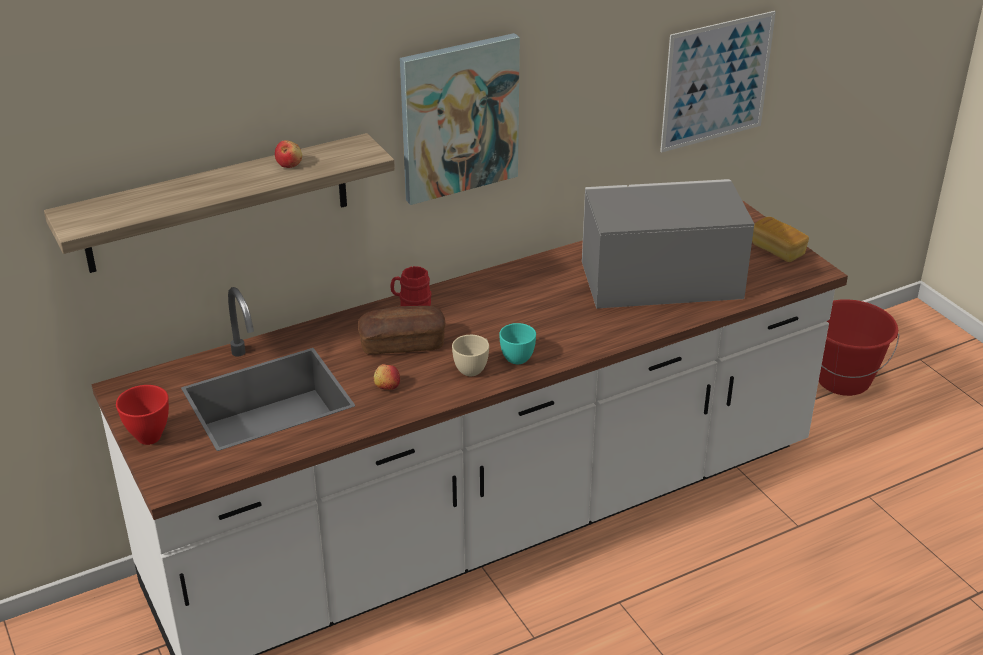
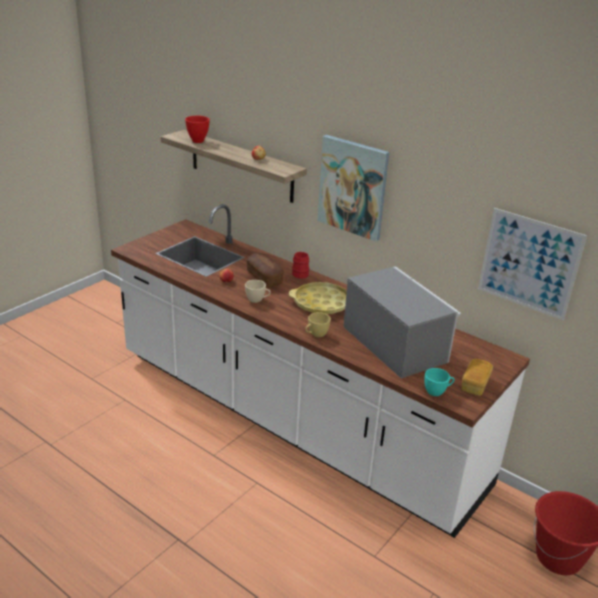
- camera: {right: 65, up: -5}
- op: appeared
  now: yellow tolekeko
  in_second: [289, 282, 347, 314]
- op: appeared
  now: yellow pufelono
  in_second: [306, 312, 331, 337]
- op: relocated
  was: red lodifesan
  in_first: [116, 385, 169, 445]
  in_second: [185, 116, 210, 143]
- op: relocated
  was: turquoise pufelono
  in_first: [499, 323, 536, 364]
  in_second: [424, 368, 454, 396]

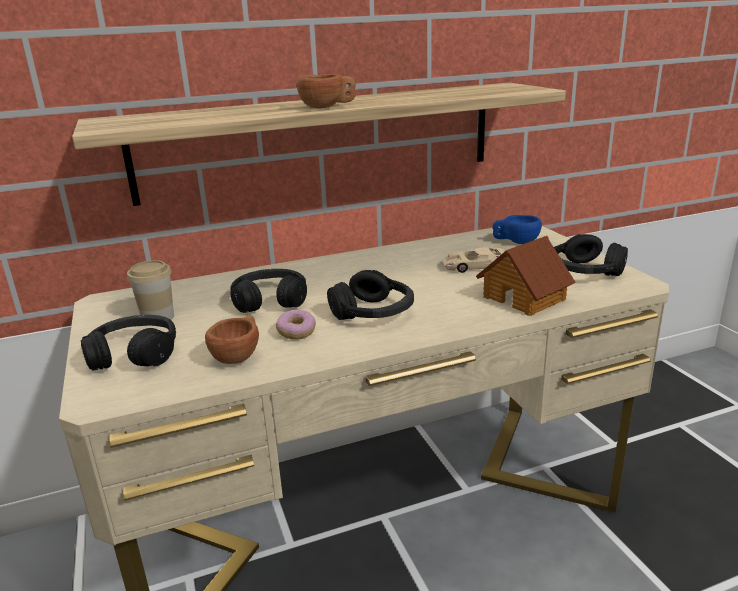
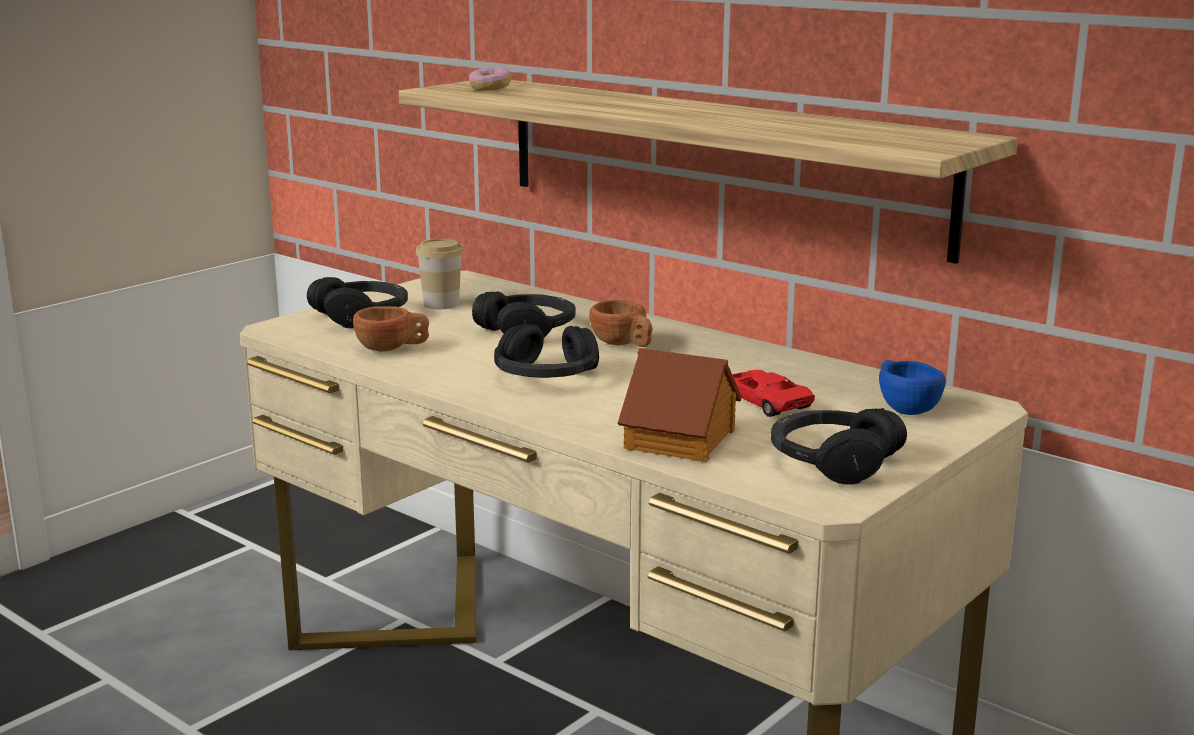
- camera: {right: 60, up: -5}
- op: relocated
  was: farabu
  in_first: [276, 310, 316, 340]
  in_second: [469, 67, 511, 91]
- op: relocated
  was: brown pufelono
  in_first: [296, 74, 356, 108]
  in_second: [589, 300, 652, 347]
- op: colour
  was: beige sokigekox
  now: red sokigekox
  in_first: [443, 247, 508, 273]
  in_second: [732, 370, 815, 417]

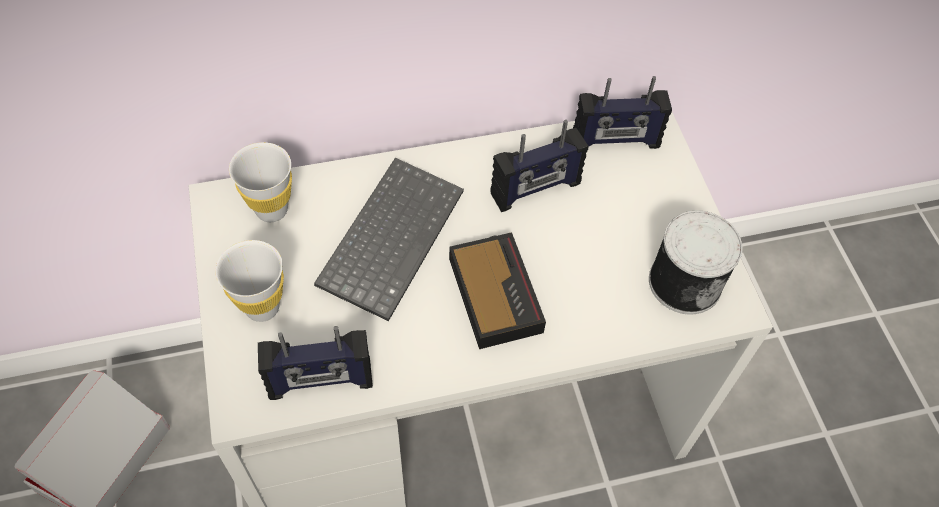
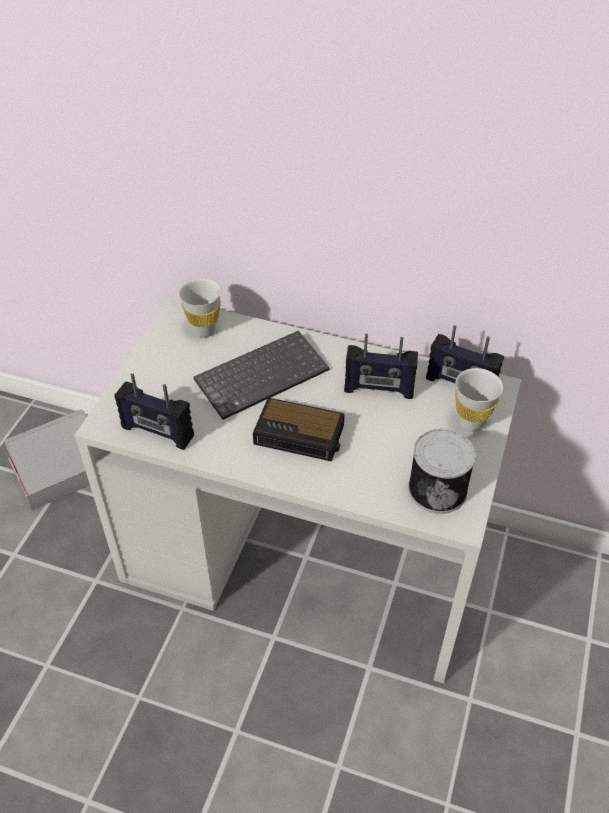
- camera: {right: 35, up: -10}
- op: relocated
  was: white pufelono
  in_first: [215, 240, 284, 322]
  in_second: [455, 368, 503, 432]
- op: spun
  was: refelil
  in_first: [449, 232, 546, 349]
  in_second: [253, 398, 345, 462]
  clockwise: 90

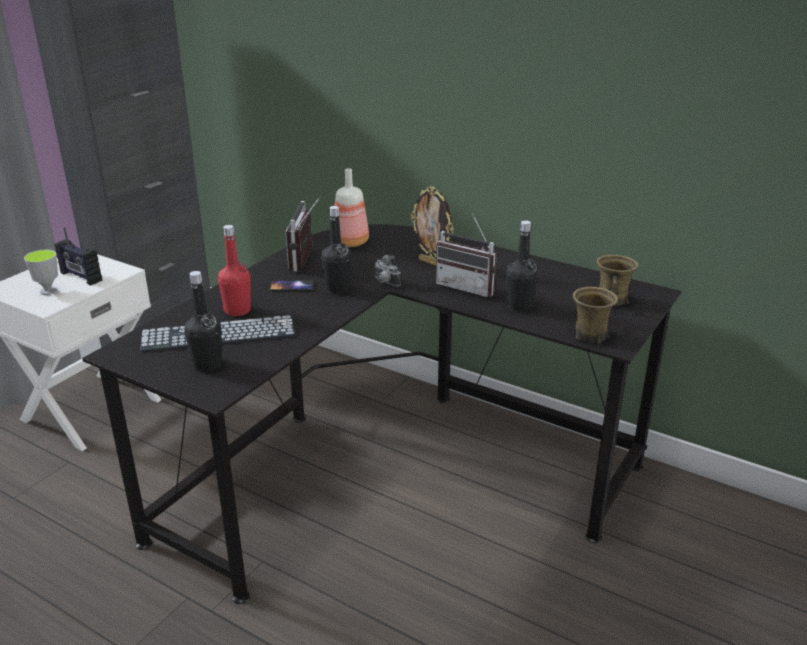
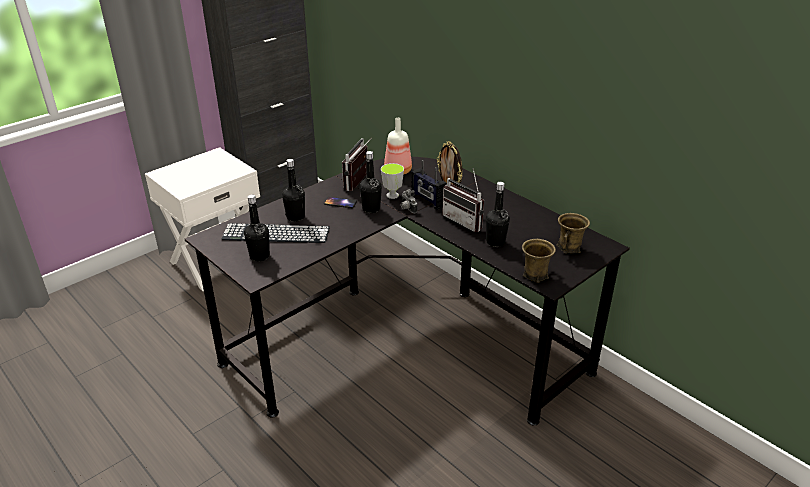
- camera: {right: 15, up: 5}
- op: relocated
  was: pufelono
  in_first: [24, 250, 58, 295]
  in_second: [381, 163, 404, 199]
- op: relocated
  was: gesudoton
  in_first: [54, 227, 102, 285]
  in_second: [411, 160, 447, 210]
- op: colour
  was: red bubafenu
  now: black bubafenu
  in_first: [218, 225, 251, 316]
  in_second: [282, 159, 305, 222]

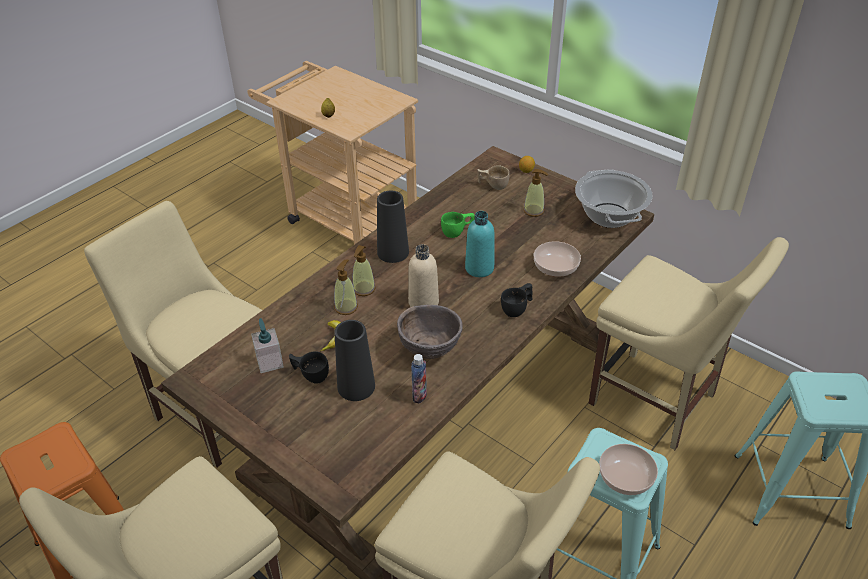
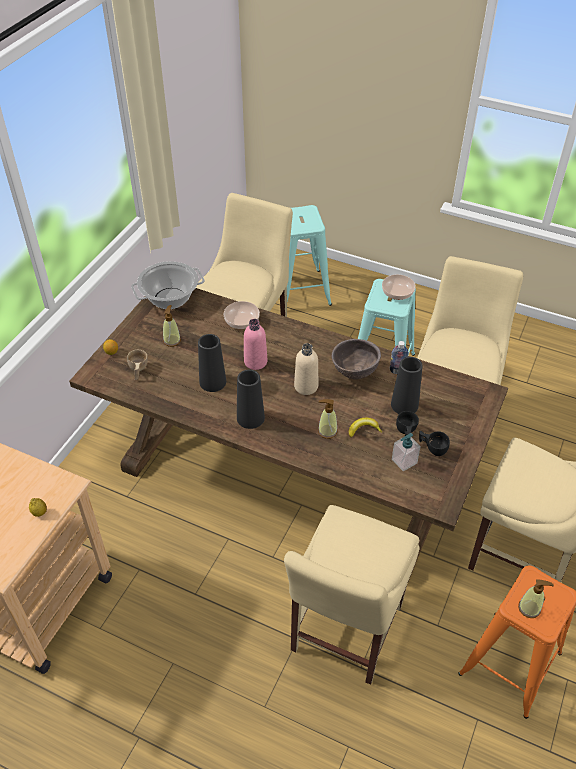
- camera: {right: -105, up: 5}
- op: relocated
  was: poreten
  in_first: [353, 245, 376, 296]
  in_second: [518, 579, 554, 618]
- op: relocated
  was: black pufelono
  in_first: [501, 283, 533, 317]
  in_second: [419, 431, 450, 456]
- op: exchanged
  was: green pufelono
  now: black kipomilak
  in_first: [441, 212, 475, 238]
  in_second: [198, 334, 226, 392]
- op: colour
  was: turquoise bubafenu
  now: pink bubafenu
  in_first: [465, 211, 495, 277]
  in_second: [244, 319, 267, 370]

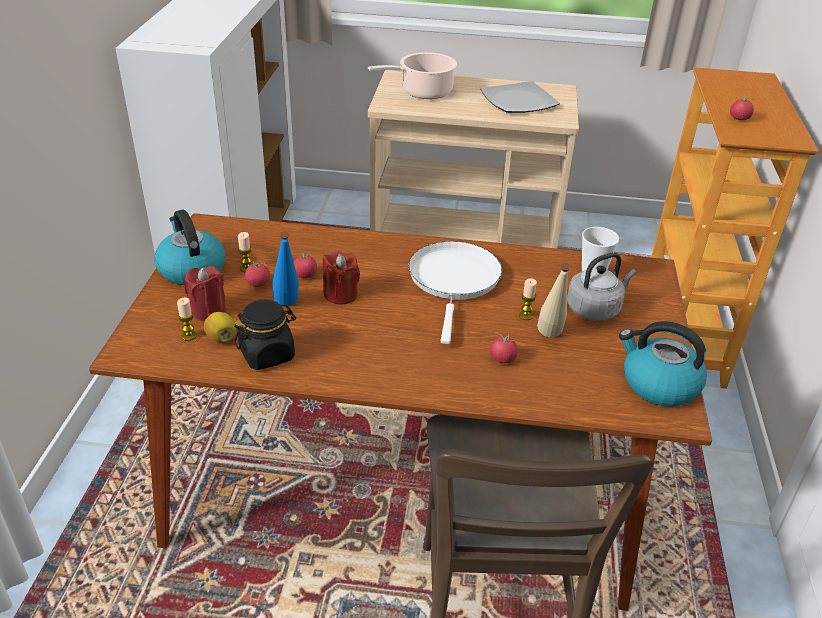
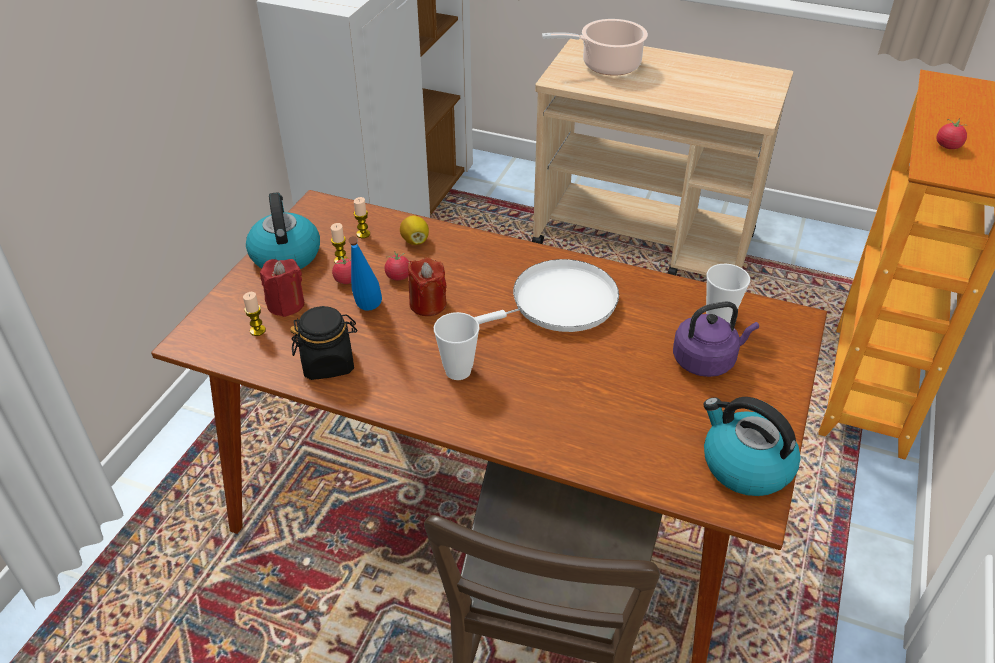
- camera: {right: 15, up: 5}
- op: missing
  was: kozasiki
  in_first: [480, 81, 560, 113]
- op: missing
  was: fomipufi
  in_first: [490, 333, 518, 363]
- op: missing
  was: beige bubafenu
  in_first: [537, 263, 570, 338]
- op: appeared
  now: pufelono
  in_second: [434, 312, 480, 380]
- op: relocated
  was: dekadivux
  in_first: [204, 312, 236, 343]
  in_second: [400, 216, 429, 245]
- op: relocated
  was: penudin
  in_first: [519, 278, 537, 320]
  in_second: [354, 197, 370, 238]
- op: colour
  was: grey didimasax
  now: purple didimasax
  in_first: [567, 252, 636, 321]
  in_second: [673, 301, 759, 377]
- op: spun
  was: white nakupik
  in_first: [409, 241, 502, 344]
  in_second: [474, 259, 619, 332]
  clockwise: 45

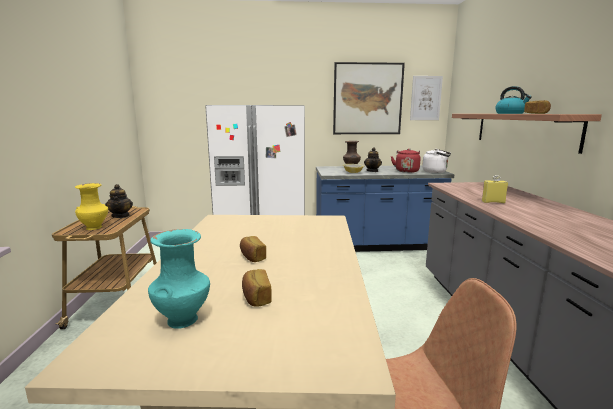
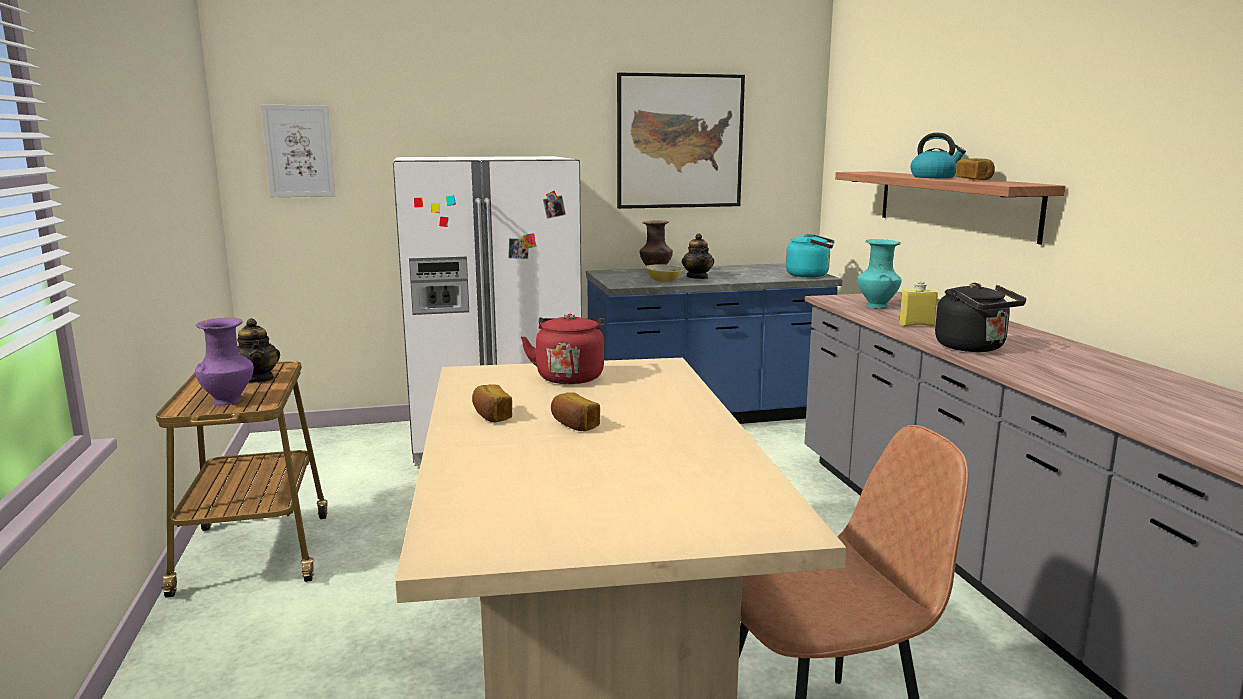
- camera: {right: -10, up: 0}
- op: appeared
  now: black didimasax
  in_second: [935, 283, 1026, 352]
- op: relocated
  was: turquoise kipomilak
  in_first: [148, 229, 210, 329]
  in_second: [857, 239, 902, 309]
- op: relocated
  was: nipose
  in_first: [242, 269, 272, 307]
  in_second: [472, 384, 512, 422]
- op: relocated
  was: red didimasax
  in_first: [391, 149, 421, 173]
  in_second: [521, 314, 604, 384]
- op: relocated
  was: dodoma
  in_first: [410, 76, 443, 120]
  in_second: [261, 105, 336, 197]
- op: colour
  was: yellow kipomilak
  now: purple kipomilak
  in_first: [75, 183, 108, 230]
  in_second: [195, 318, 254, 406]
- op: colour
  was: white didimasax
  now: turquoise didimasax
  in_first: [422, 149, 451, 173]
  in_second: [786, 233, 835, 277]

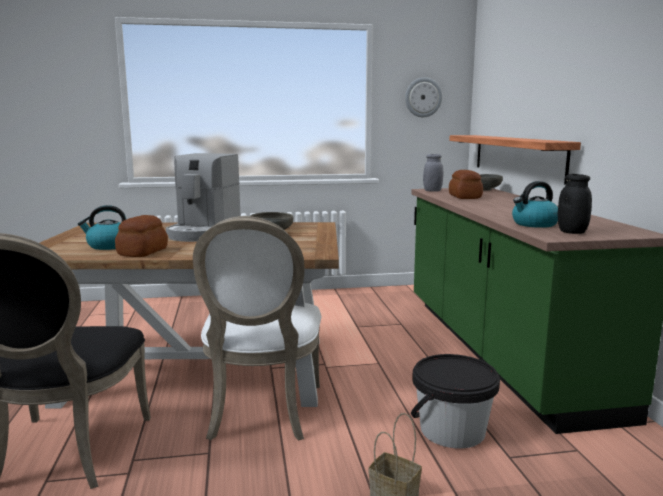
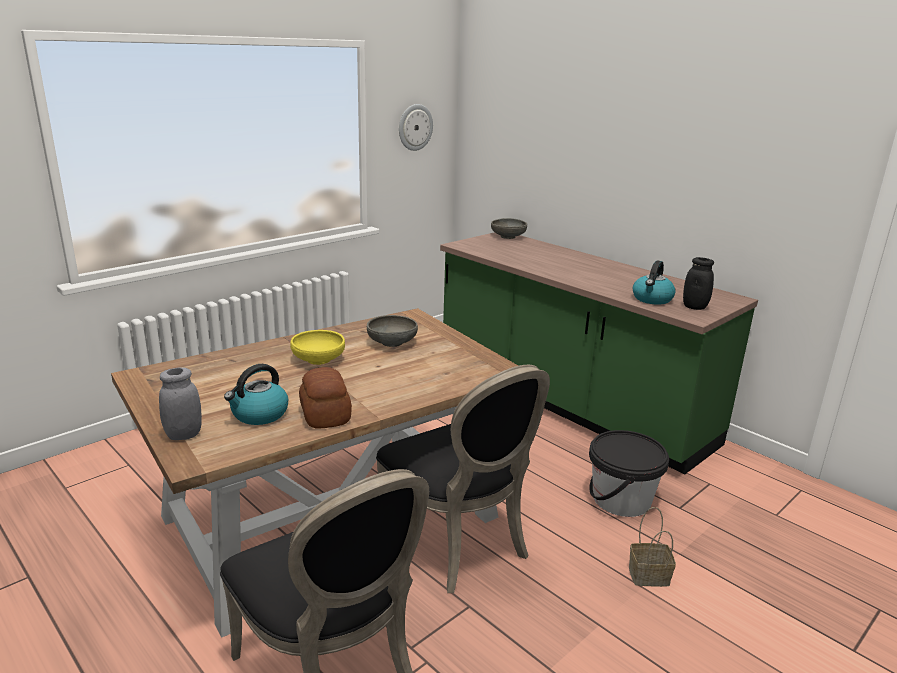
- camera: {right: -35, up: 10}
- op: missing
  was: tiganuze
  in_first: [449, 135, 581, 185]
- op: missing
  was: nipose
  in_first: [449, 170, 483, 199]
- op: relocated
  was: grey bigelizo
  in_first: [423, 154, 443, 192]
  in_second: [159, 367, 202, 440]
- op: exchanged
  was: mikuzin
  now: yellow lodifesan
  in_first: [166, 153, 240, 242]
  in_second: [290, 330, 345, 365]
- op: colour
  was: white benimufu
  now: black benimufu
  in_first: [193, 216, 322, 441]
  in_second: [376, 365, 550, 593]

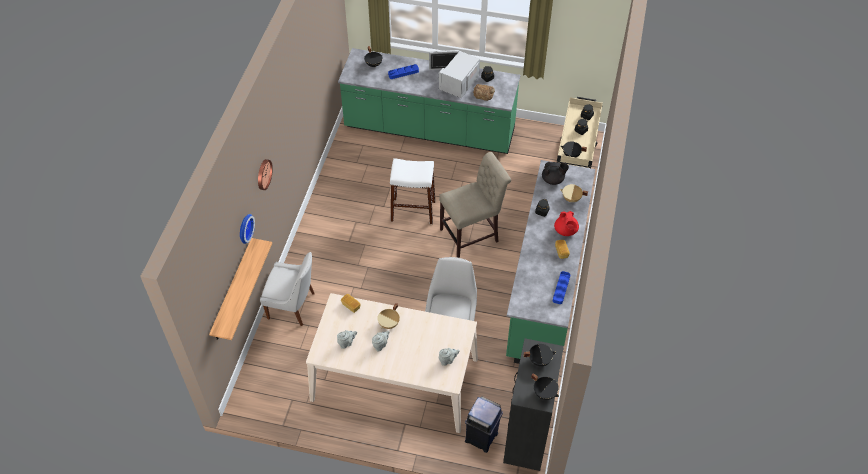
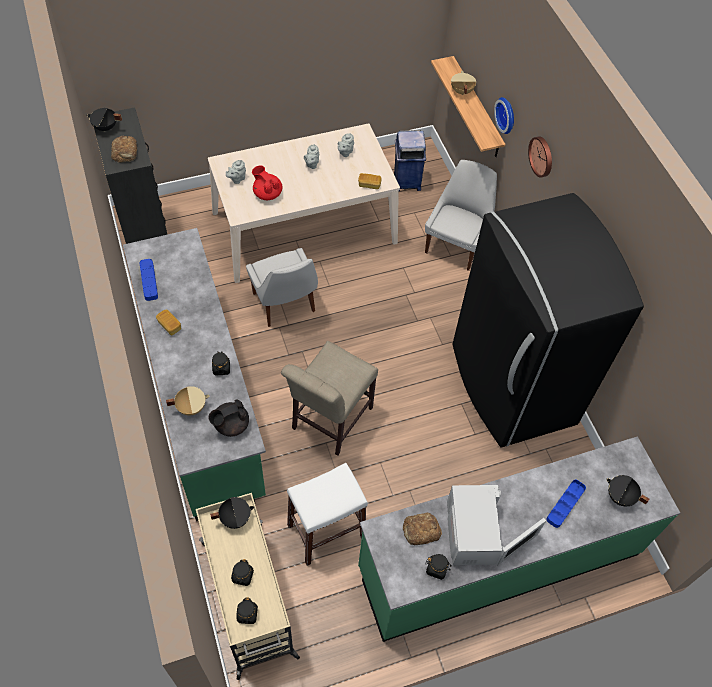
- camera: {right: 145, up: 5}
- op: appeared
  now: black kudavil
  in_second: [453, 193, 644, 447]
- op: relocated
  was: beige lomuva
  in_first: [377, 303, 400, 329]
  in_second: [451, 71, 476, 96]
- op: relocated
  was: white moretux
  in_first: [390, 158, 435, 224]
  in_second: [287, 463, 368, 566]
- op: relocated
  was: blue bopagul
  in_first: [465, 396, 503, 453]
  in_second: [394, 130, 426, 191]
- op: relocated
  was: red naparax
  in_first: [554, 211, 579, 236]
  in_second: [252, 165, 283, 200]
- op: exchanged
  was: black lomuva
  now: nipose
  in_first: [523, 344, 556, 366]
  in_second: [111, 136, 137, 163]
- op: spun
  was: white benimufu
  in_first: [260, 252, 315, 326]
  in_second: [425, 160, 497, 271]
  clockwise: 135

